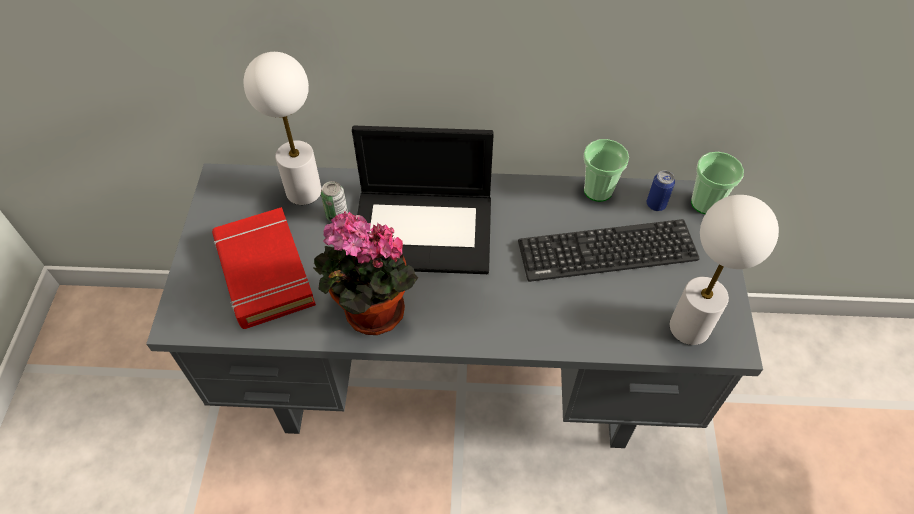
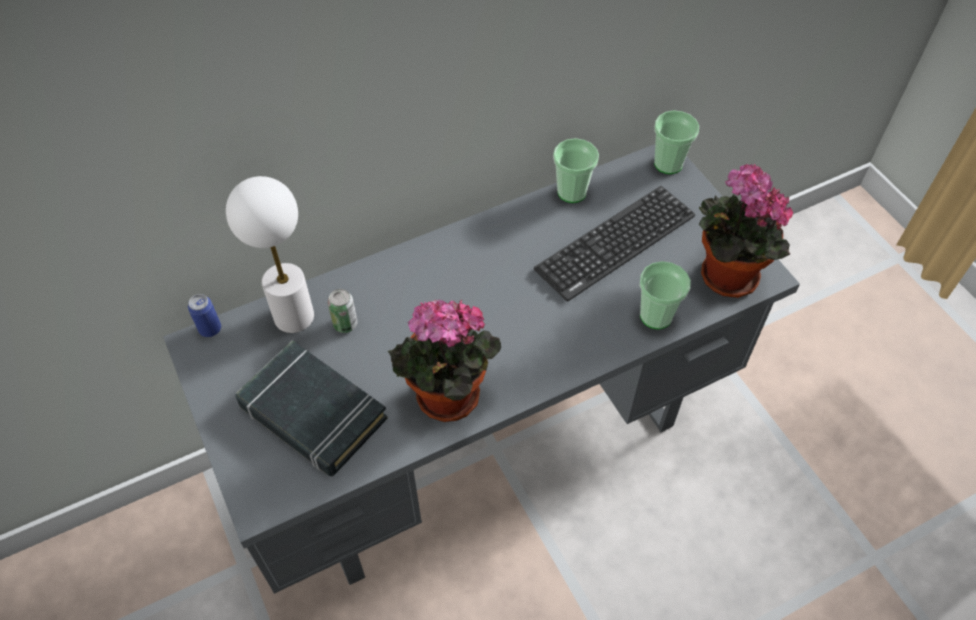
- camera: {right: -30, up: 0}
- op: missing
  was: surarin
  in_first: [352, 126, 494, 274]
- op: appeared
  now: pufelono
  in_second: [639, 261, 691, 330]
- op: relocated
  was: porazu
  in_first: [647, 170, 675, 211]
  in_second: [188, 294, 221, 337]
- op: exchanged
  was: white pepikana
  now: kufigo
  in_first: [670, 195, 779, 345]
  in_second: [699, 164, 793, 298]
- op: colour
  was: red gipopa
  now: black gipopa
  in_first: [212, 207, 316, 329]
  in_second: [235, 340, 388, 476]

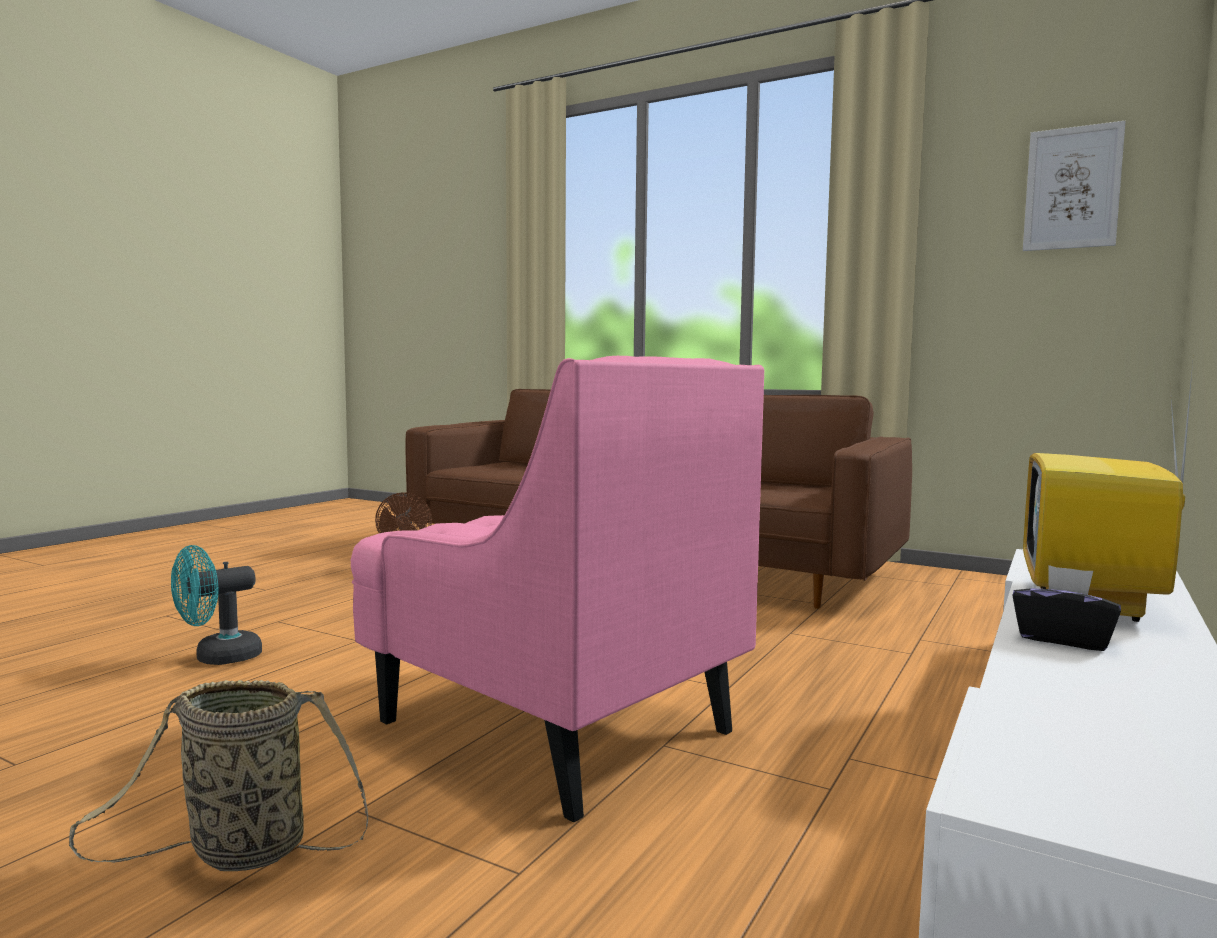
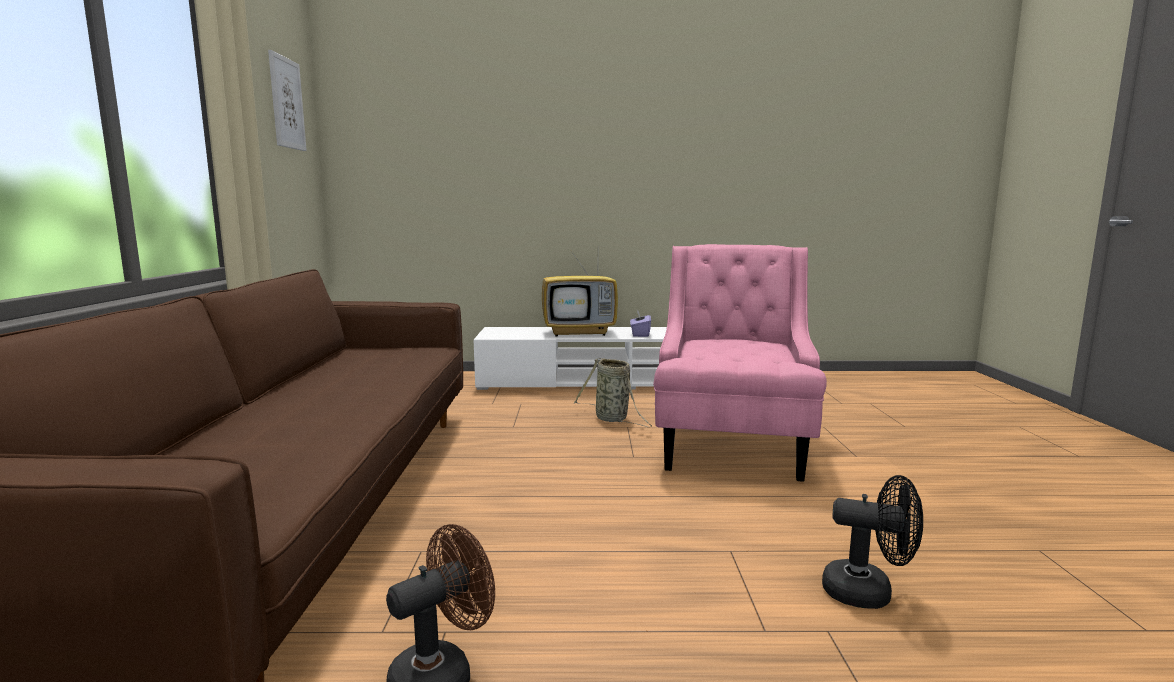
- camera: {right: -120, up: 5}
- op: relocated
  was: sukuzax
  in_first: [69, 680, 368, 871]
  in_second: [573, 358, 652, 427]
- op: colour
  was: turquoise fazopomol
  now: black fazopomol
  in_first: [171, 545, 262, 665]
  in_second: [822, 475, 923, 609]
- op: colour
  was: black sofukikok
  now: purple sofukikok
  in_first: [1012, 565, 1121, 651]
  in_second: [630, 311, 651, 337]

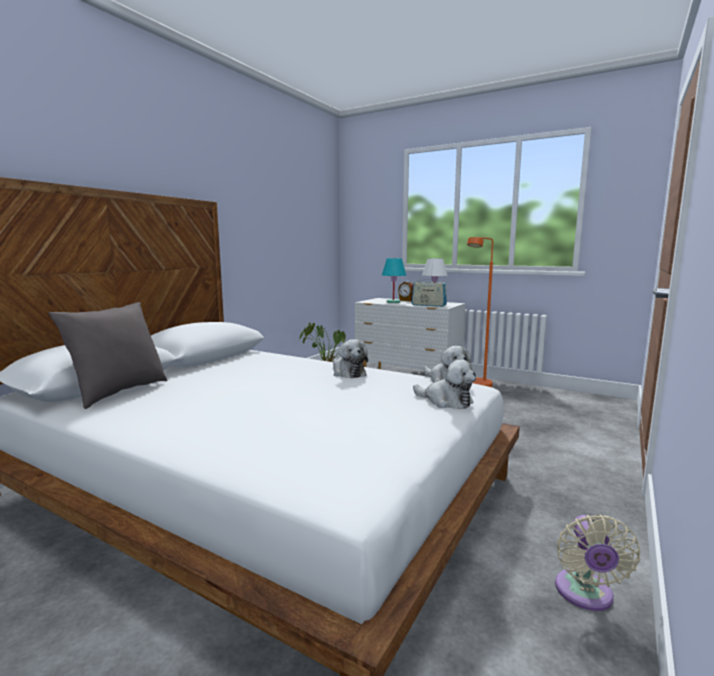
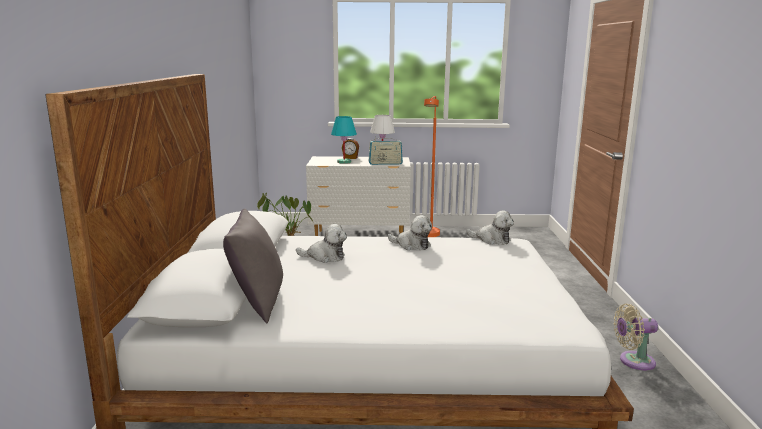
- camera: {right: -30, up: 5}
- op: relocated
  was: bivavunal
  in_first: [413, 360, 476, 409]
  in_second: [296, 224, 347, 263]
- op: spun
  was: beige fazopomol
  in_first: [555, 514, 641, 611]
  in_second: [613, 304, 658, 370]
  clockwise: 105

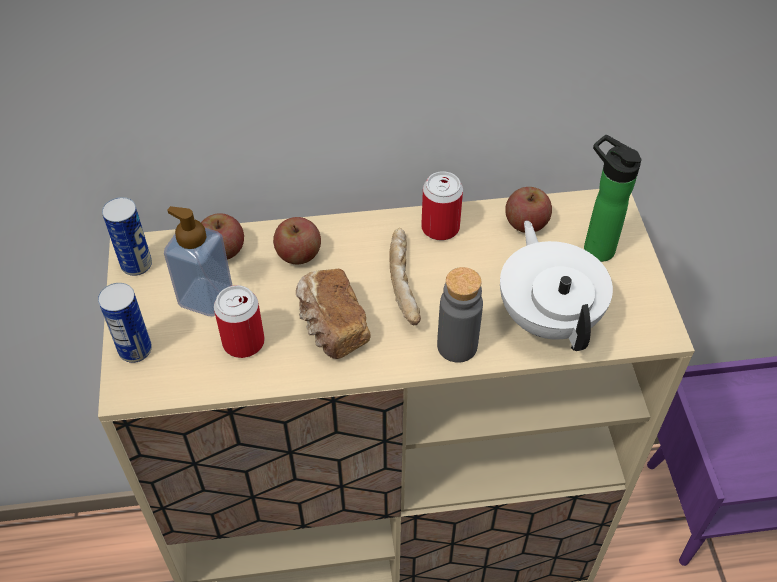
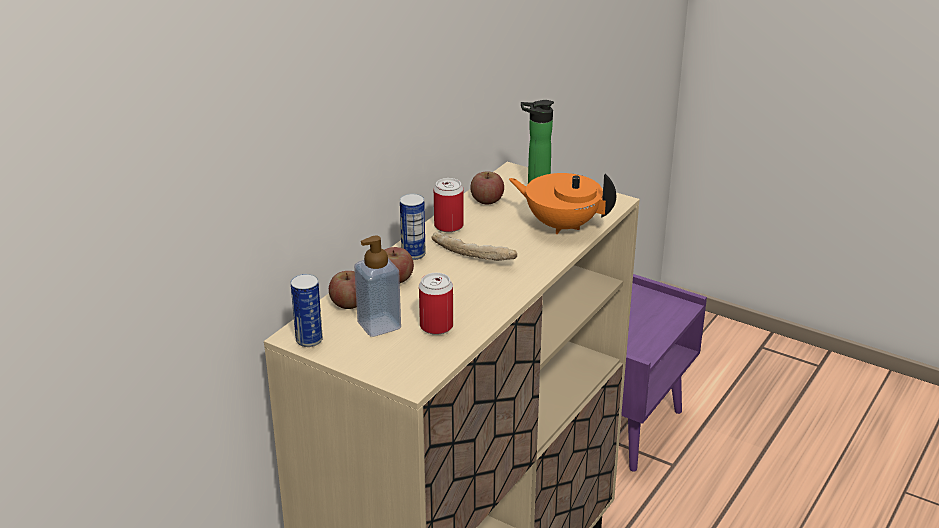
- camera: {right: -50, up: -20}
- op: missing
  was: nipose
  in_first: [296, 269, 371, 359]
- op: missing
  was: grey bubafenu
  in_first: [437, 267, 483, 363]
- op: relocated
  was: porazu
  in_first: [98, 283, 152, 363]
  in_second: [400, 194, 426, 260]
- op: colour
  was: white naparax
  now: orange naparax
  in_first: [500, 221, 613, 351]
  in_second: [509, 173, 616, 234]

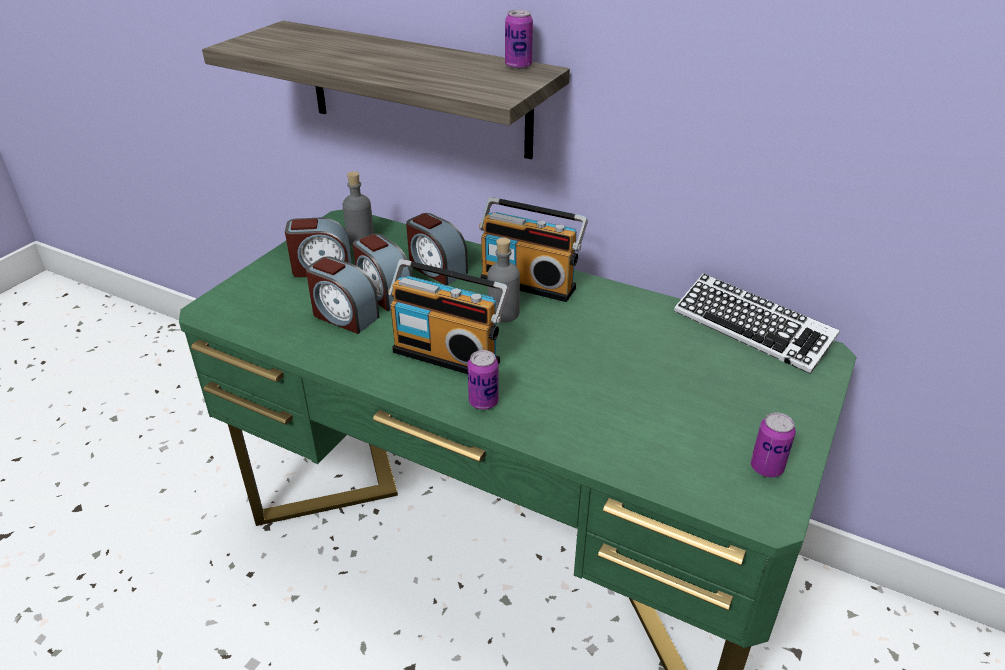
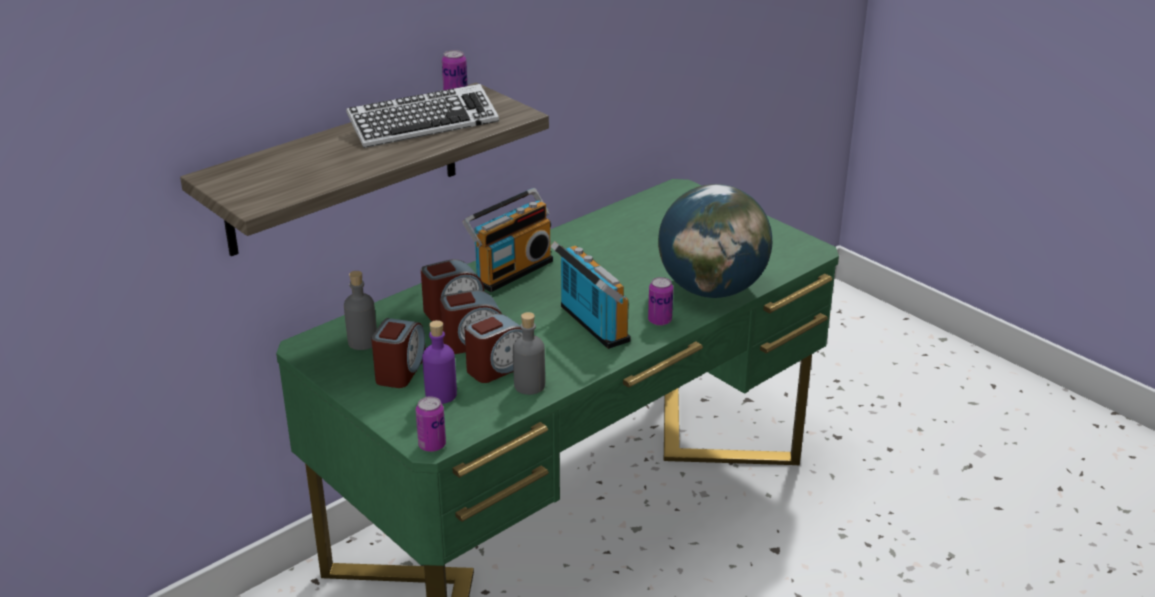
- camera: {right: -70, up: -5}
- op: appeared
  now: purple bubafenu
  in_second: [422, 320, 457, 404]
- op: appeared
  now: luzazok
  in_second: [658, 184, 772, 298]
- op: relocated
  was: grey bubafenu
  in_first: [488, 238, 520, 322]
  in_second: [513, 312, 545, 395]
- op: relocated
  was: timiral
  in_first: [674, 273, 840, 374]
  in_second: [346, 84, 499, 148]
- op: relocated
  was: porazu
  in_first: [751, 412, 796, 477]
  in_second: [416, 396, 446, 452]
- op: spun
  was: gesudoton
  in_first: [388, 259, 509, 374]
  in_second: [550, 241, 631, 349]
  clockwise: -75

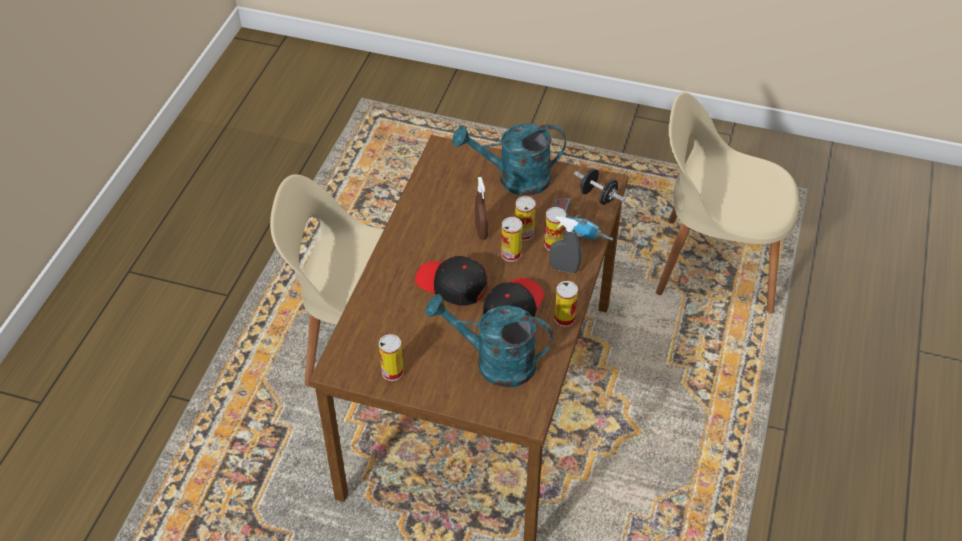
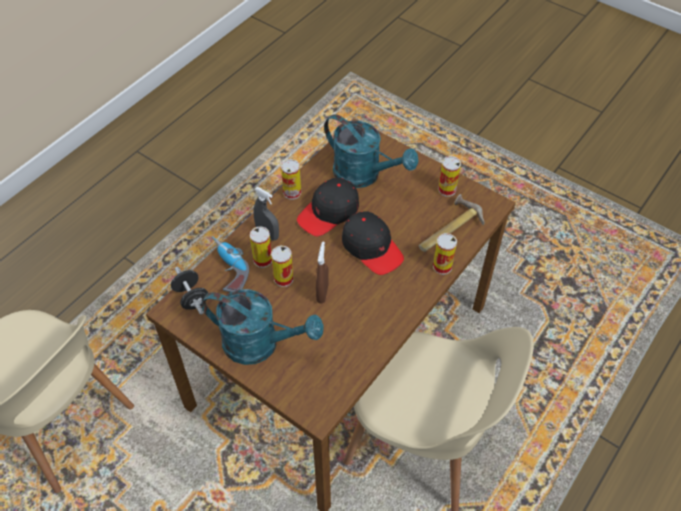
- camera: {right: -160, up: 5}
- op: appeared
  now: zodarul
  in_second: [419, 194, 485, 252]
- op: relocated
  was: porazu
  in_first: [501, 217, 522, 262]
  in_second: [433, 233, 457, 275]

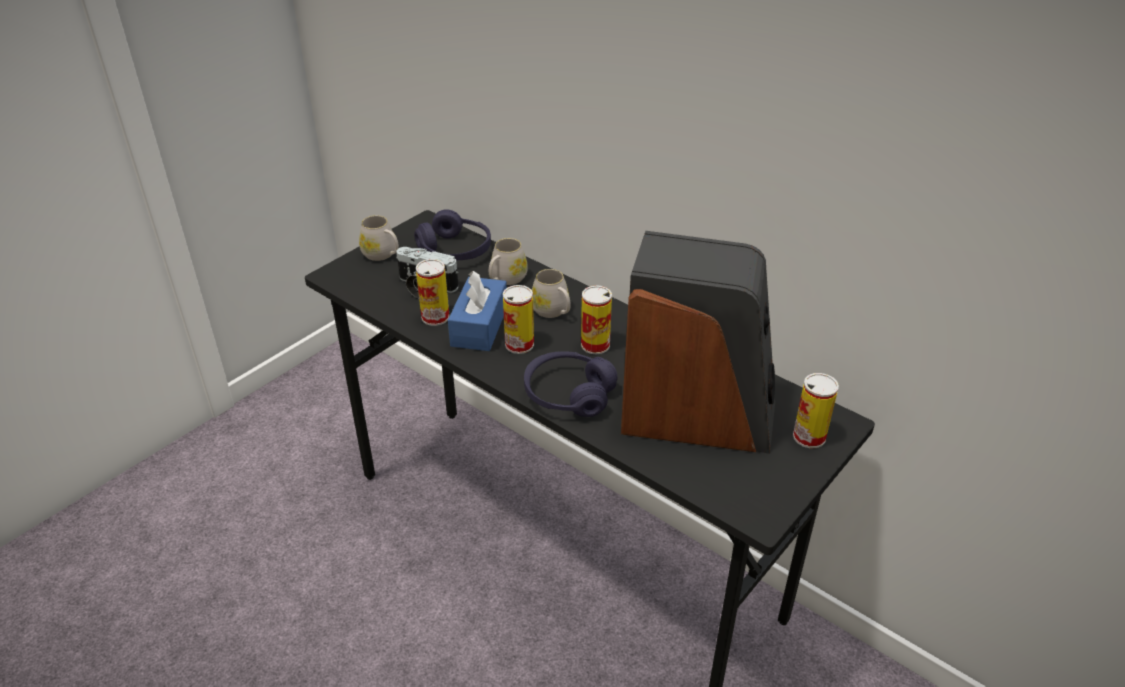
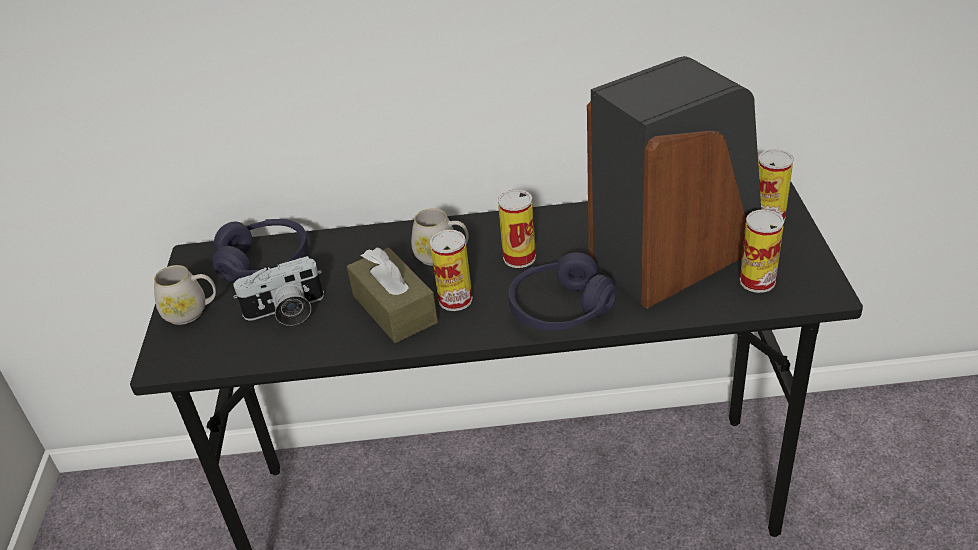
- camera: {right: -40, up: 0}
- op: missing
  was: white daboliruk
  in_first: [489, 238, 528, 285]
- op: relocated
  was: porazu
  in_first: [416, 259, 450, 326]
  in_second: [740, 209, 784, 293]
- op: colour
  was: blue sofukikok
  now: brown sofukikok
  in_first: [448, 271, 507, 351]
  in_second: [347, 247, 438, 343]

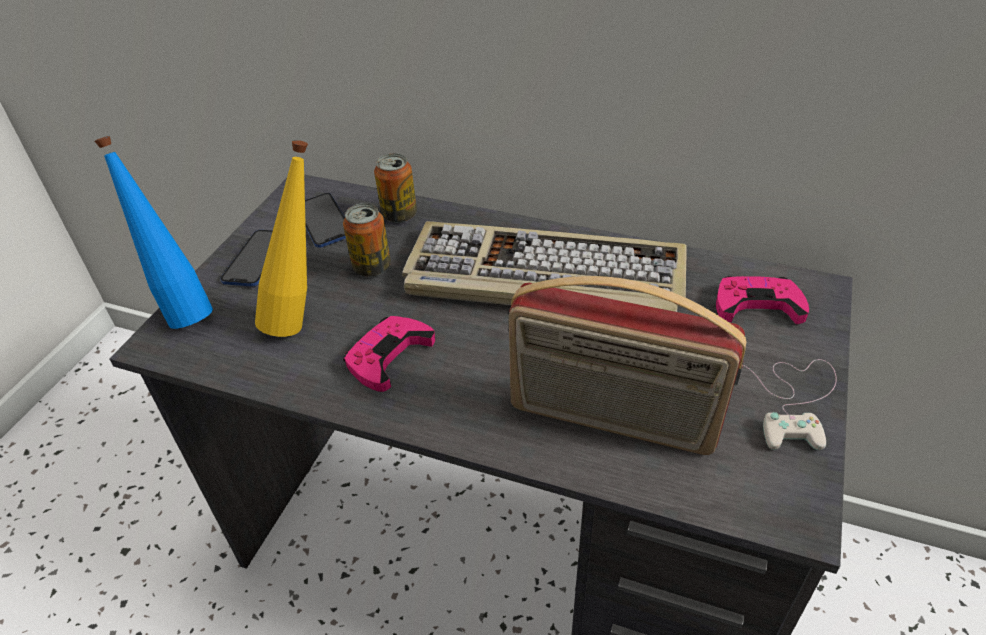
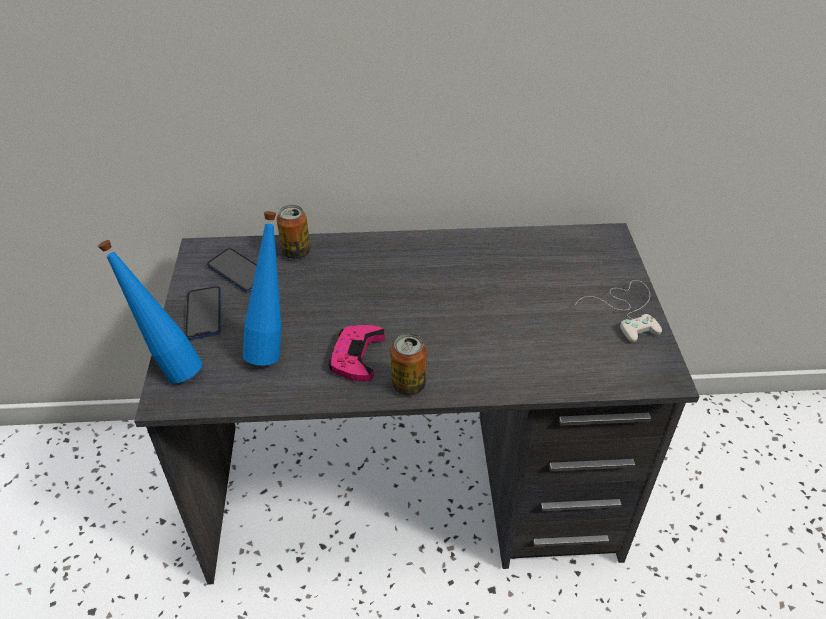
- camera: {right: -25, up: 0}
- op: missing
  was: timiral
  in_first: [402, 221, 687, 312]
- op: missing
  was: gesudoton
  in_first: [508, 276, 747, 455]
- op: missing
  was: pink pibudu
  in_first: [716, 276, 809, 324]
- op: relocated
  was: porazu
  in_first: [343, 203, 391, 277]
  in_second: [391, 333, 427, 396]
- op: colour
  was: yellow bubafenu
  now: blue bubafenu
  in_first: [255, 140, 308, 337]
  in_second: [243, 211, 282, 366]

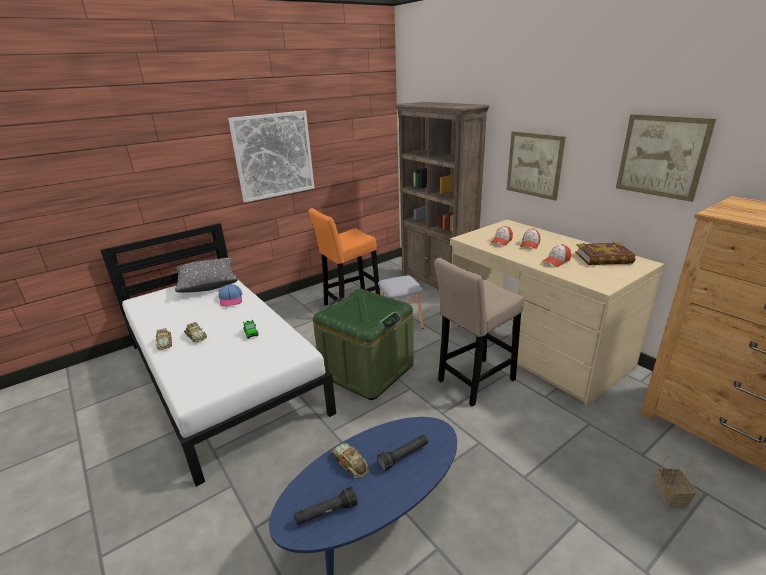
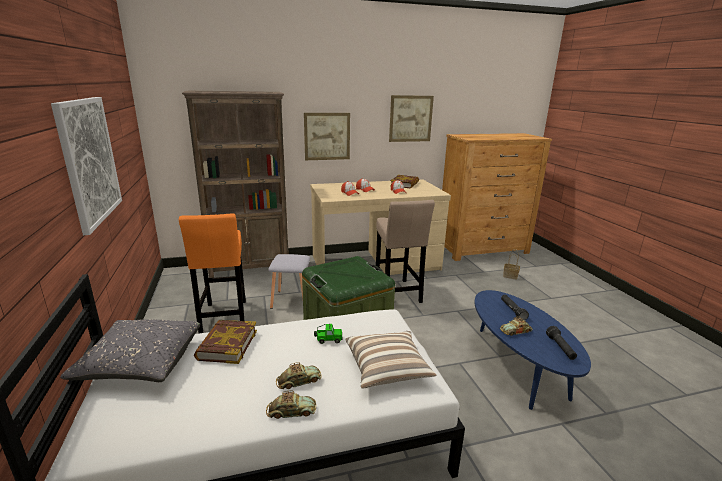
- camera: {right: -70, up: -5}
- op: appeared
  now: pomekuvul
  in_second: [345, 331, 436, 389]
- op: exchanged
  was: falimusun
  now: gipopa
  in_first: [219, 284, 242, 307]
  in_second: [194, 320, 257, 364]

